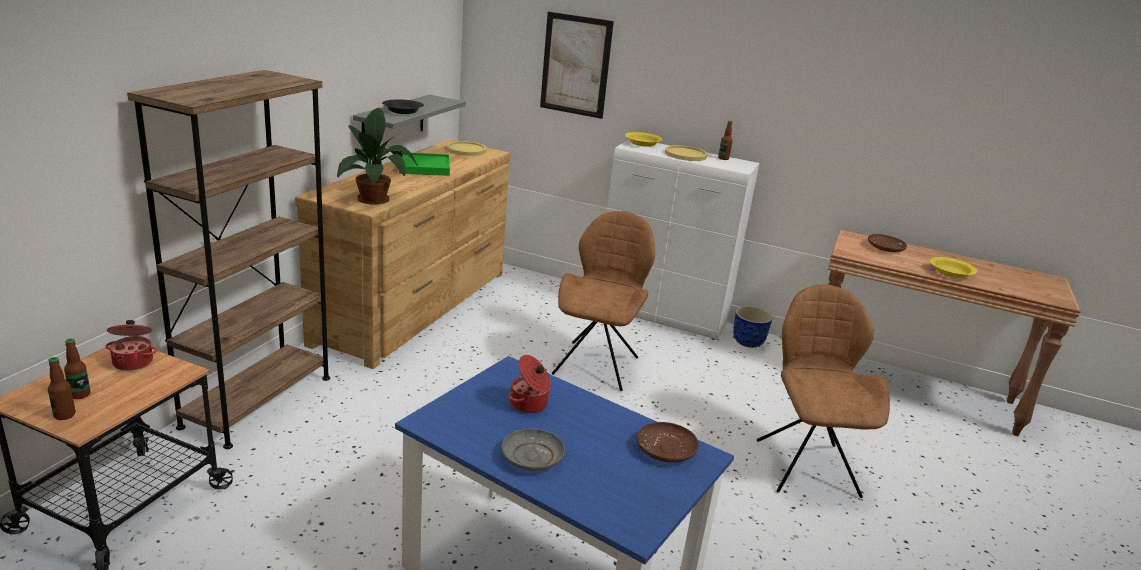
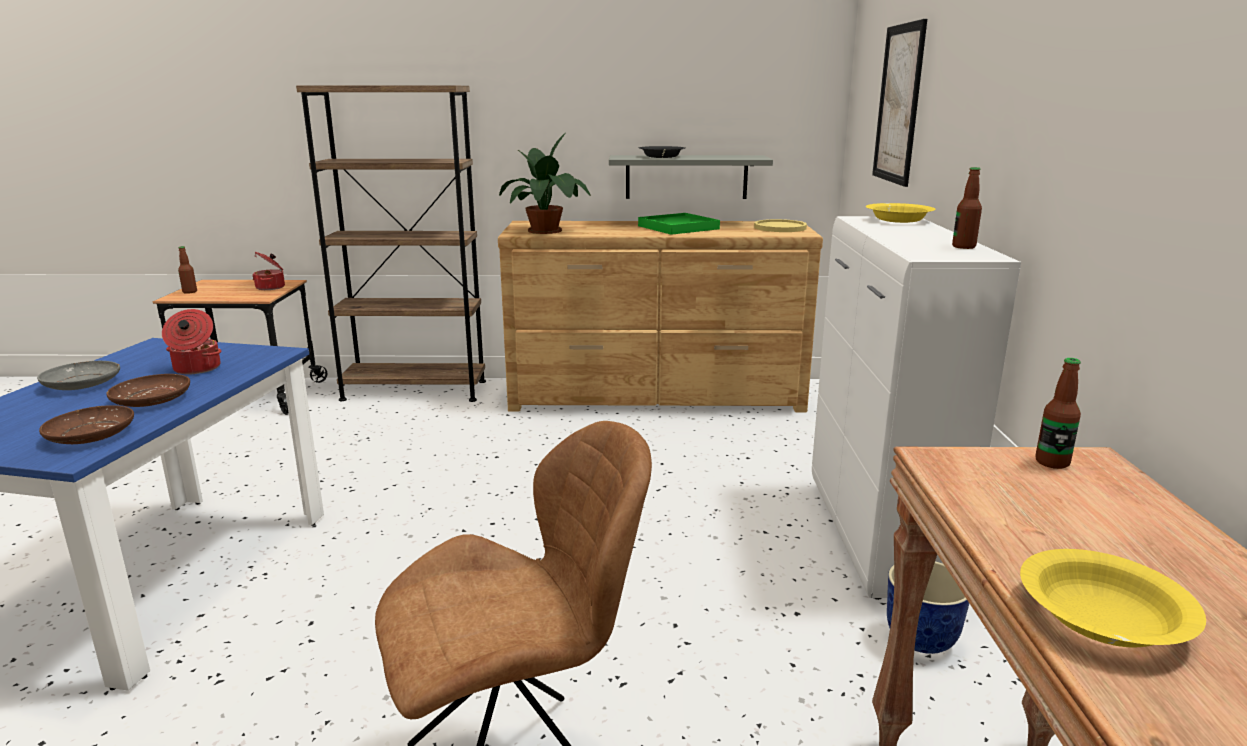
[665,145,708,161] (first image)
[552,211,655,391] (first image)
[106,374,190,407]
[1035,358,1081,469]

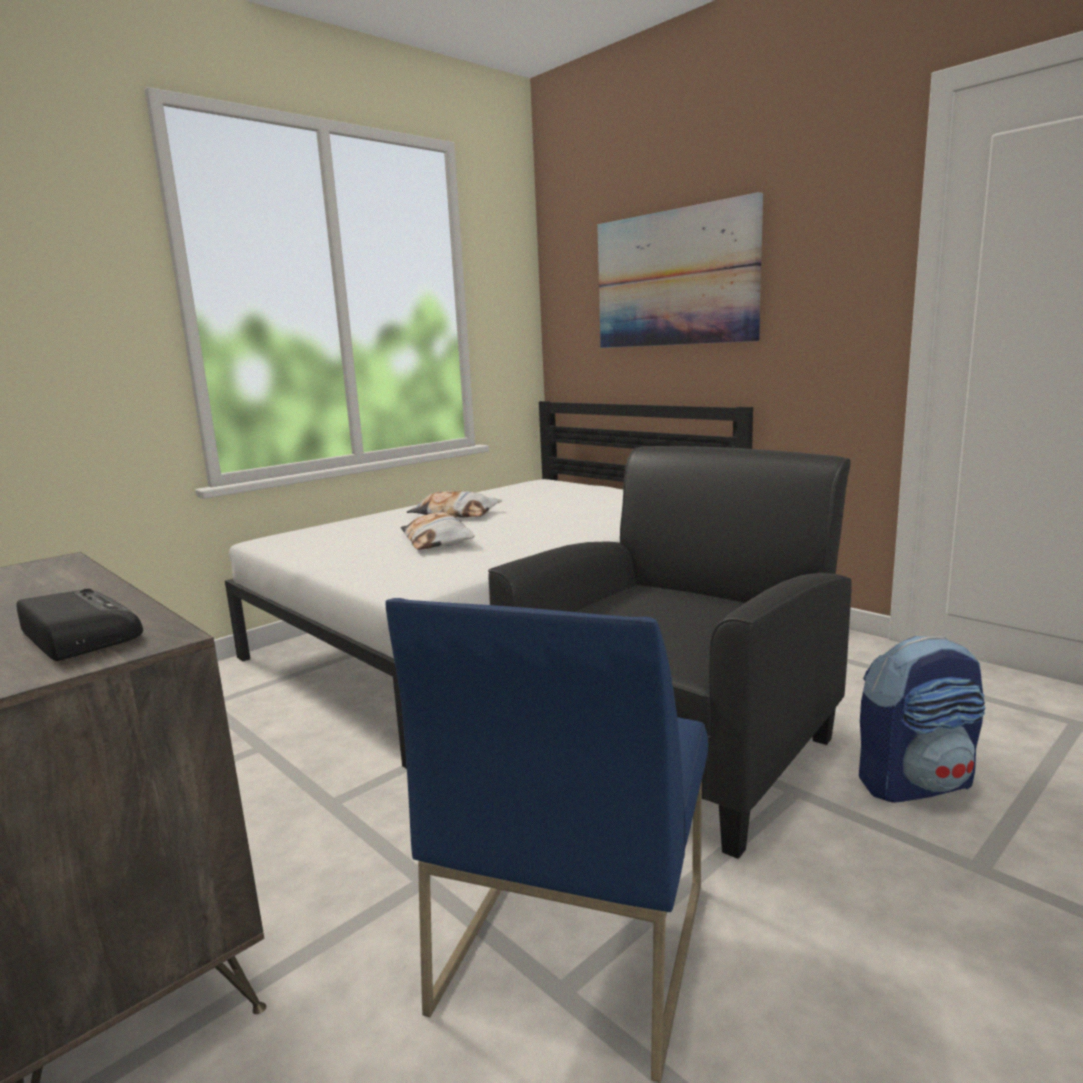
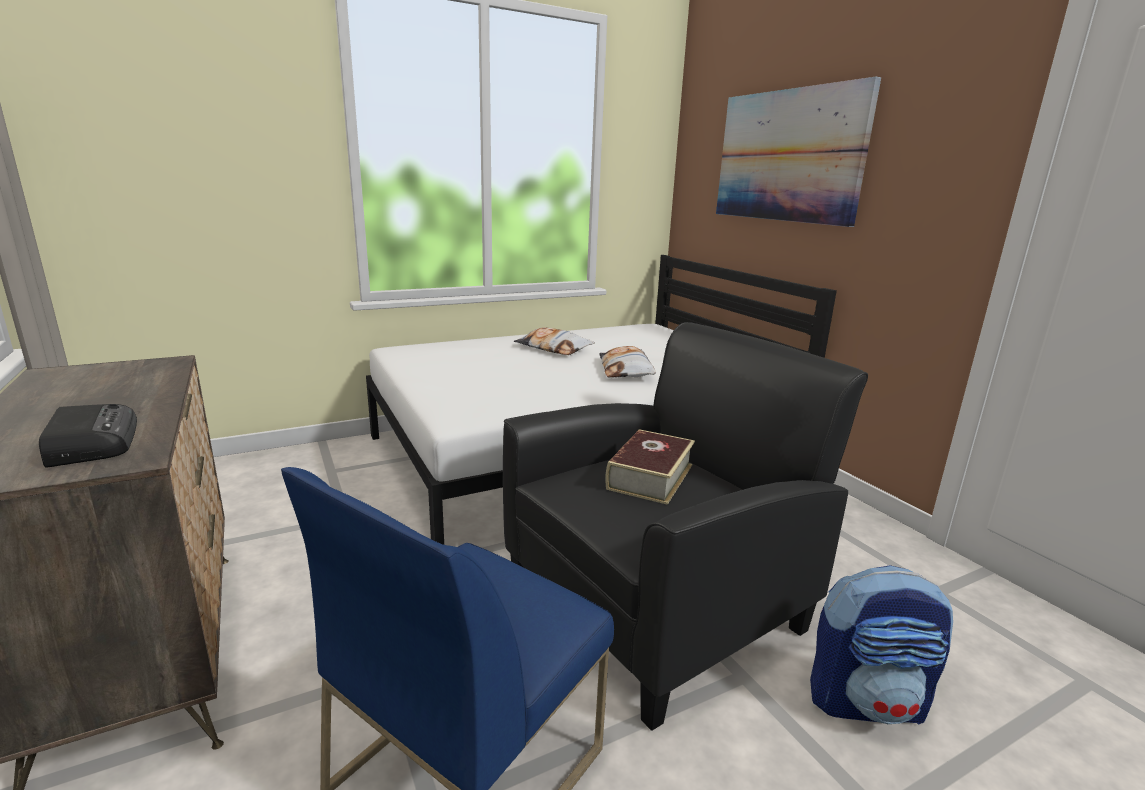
[599,346,656,377]
[605,429,695,505]

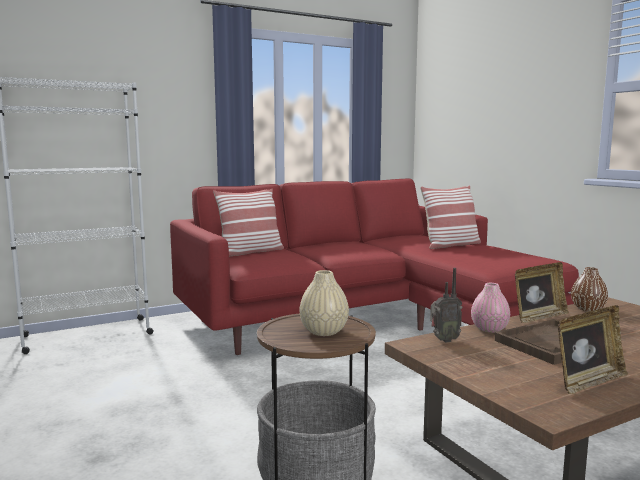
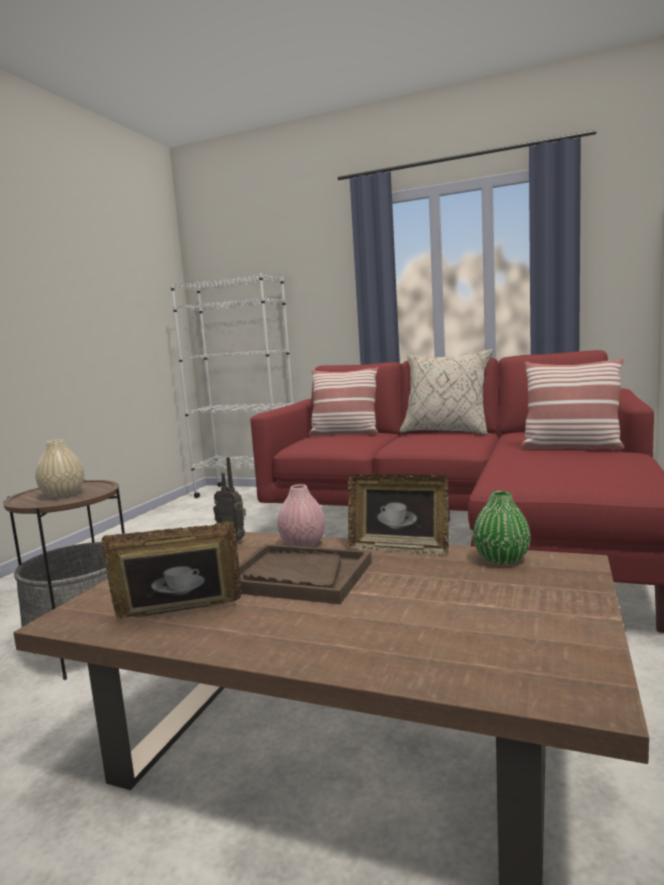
[473,491,531,565]
[102,522,241,619]
[400,349,493,435]

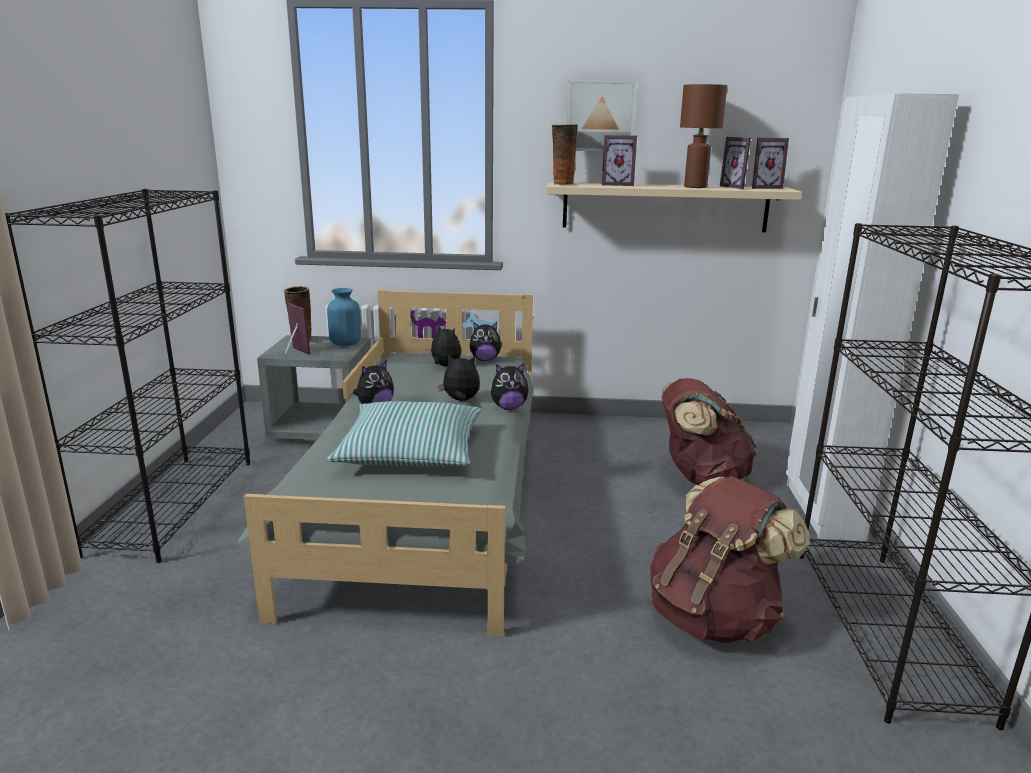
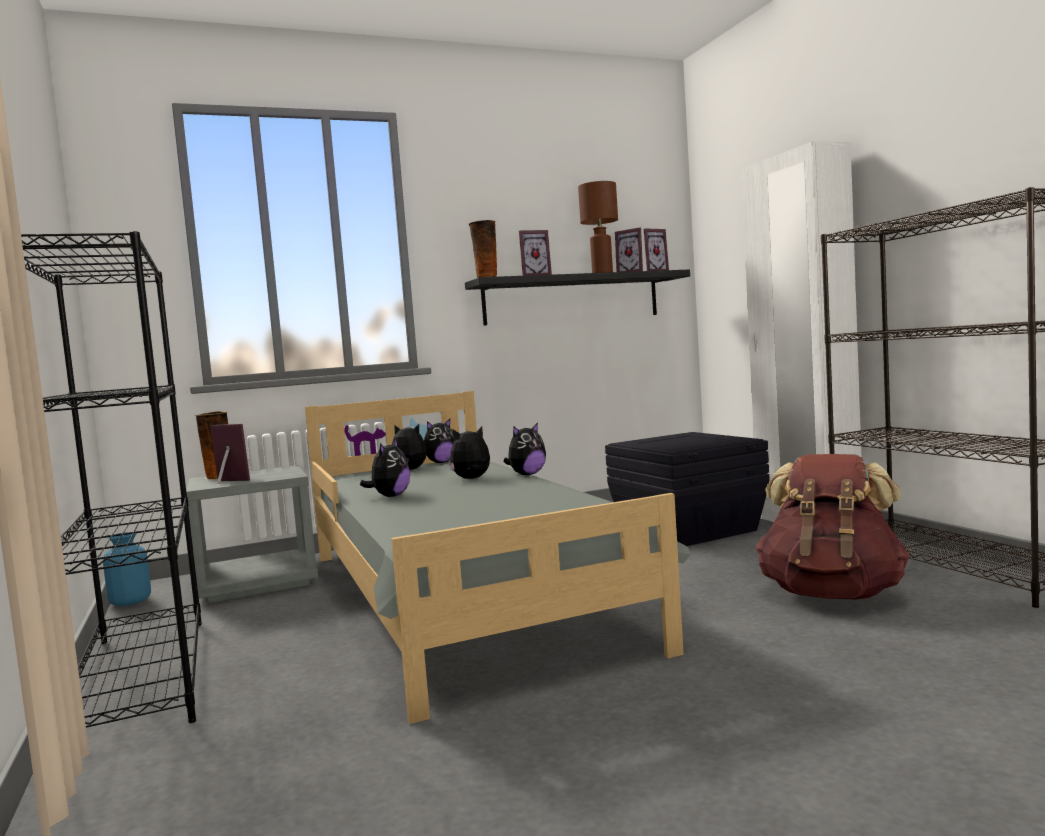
[567,80,637,151] (first image)
[465,269,690,326]
[103,532,151,606]
[605,432,770,546]
[327,401,482,467] (first image)

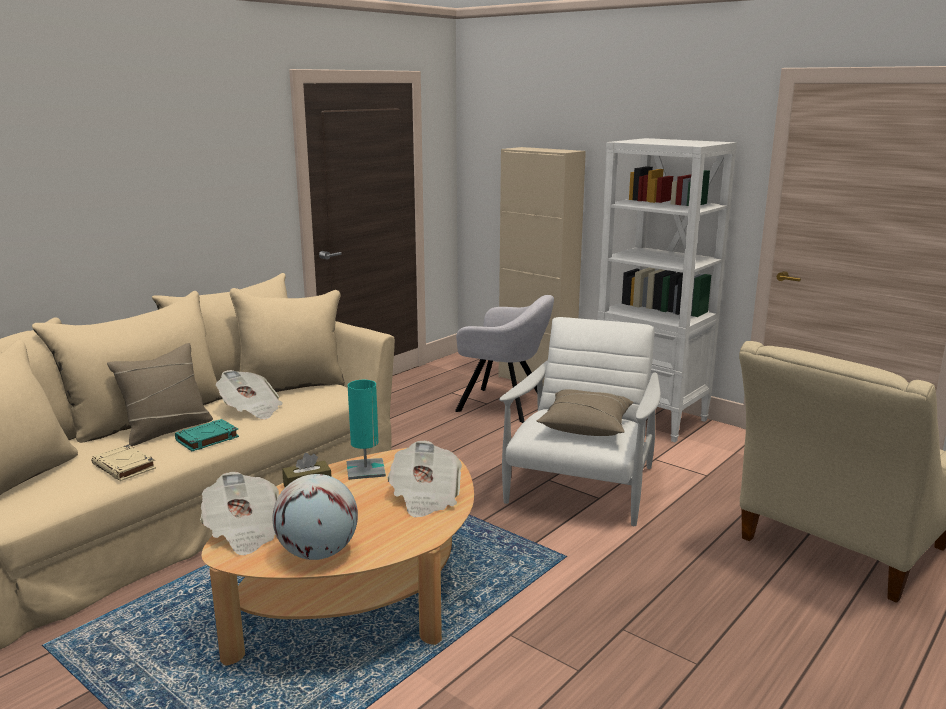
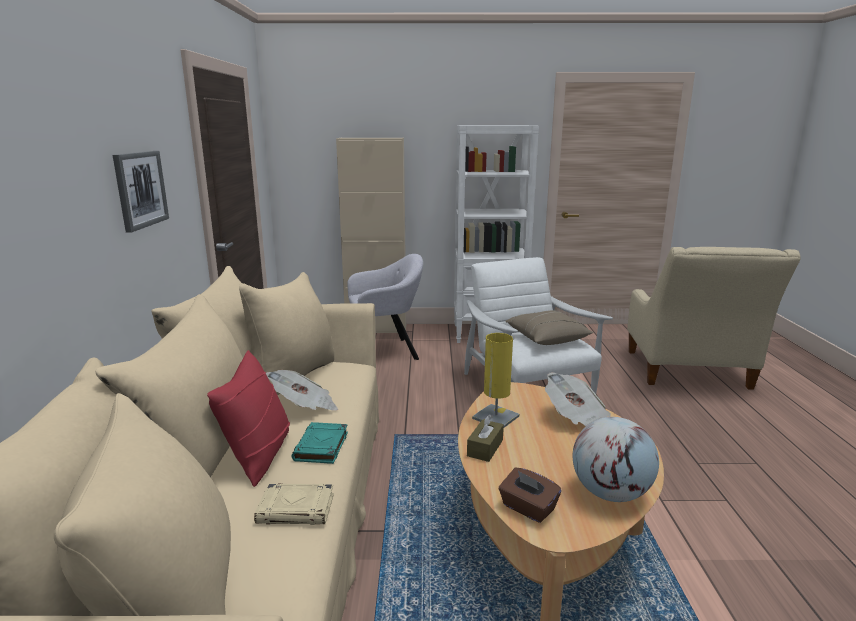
[207,350,290,487]
[472,333,520,428]
[499,468,561,523]
[113,151,169,233]

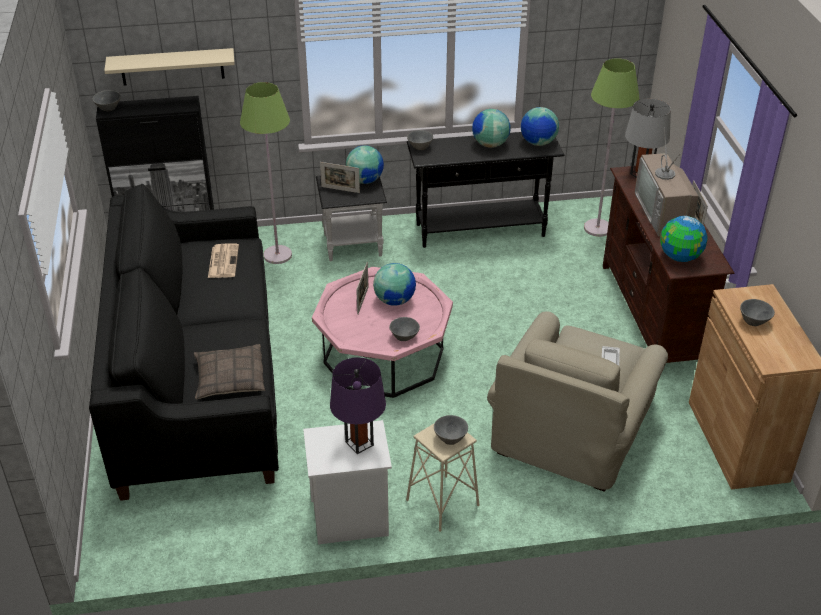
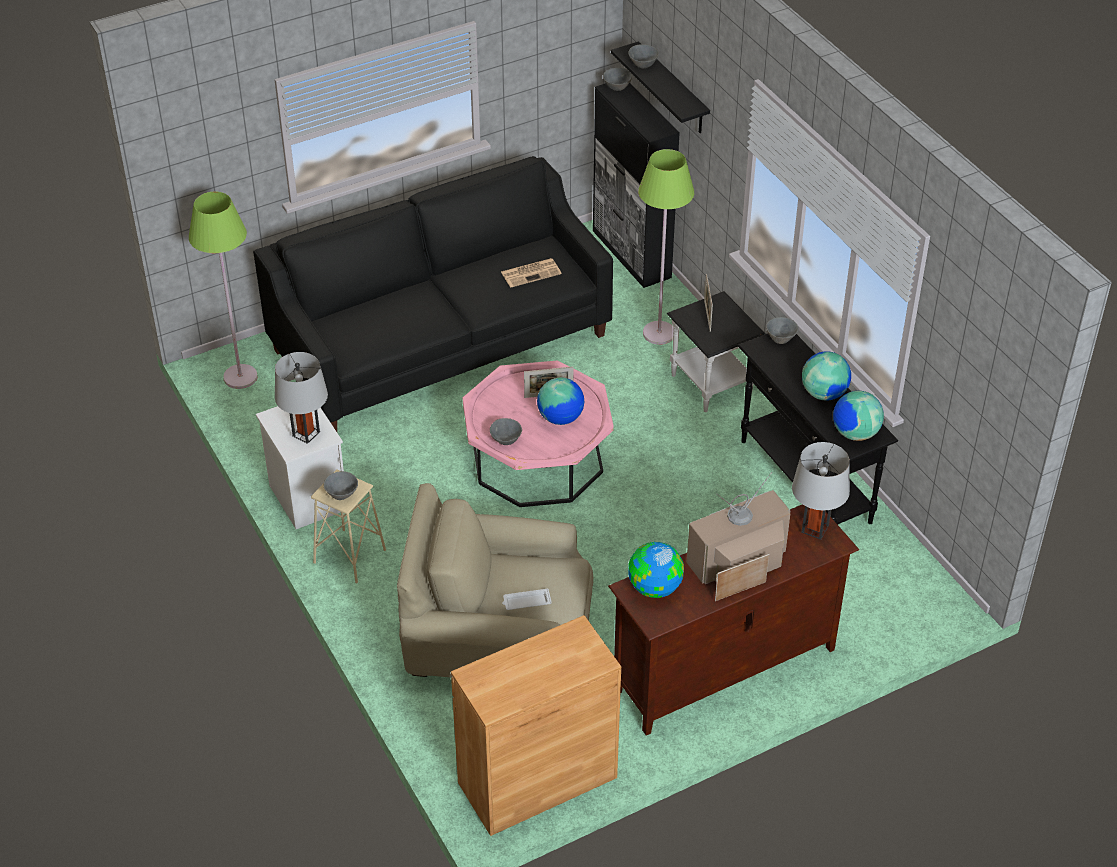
[611,41,710,133]
[189,192,257,389]
[346,145,384,184] (first image)
[628,44,659,68]
[194,344,265,399] (first image)
[275,352,328,444]

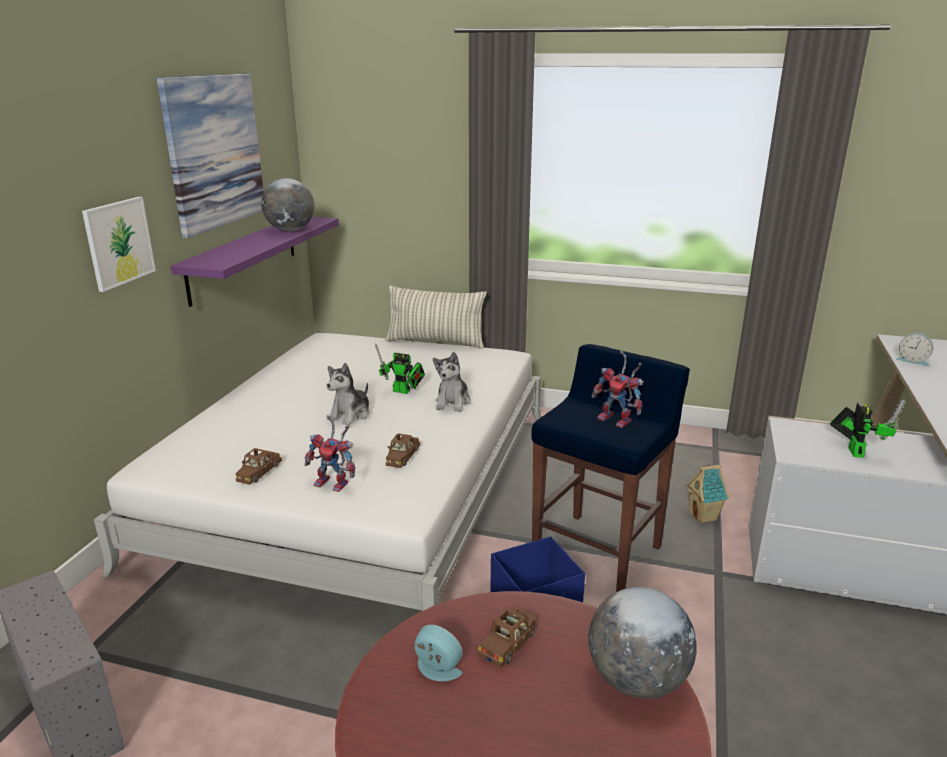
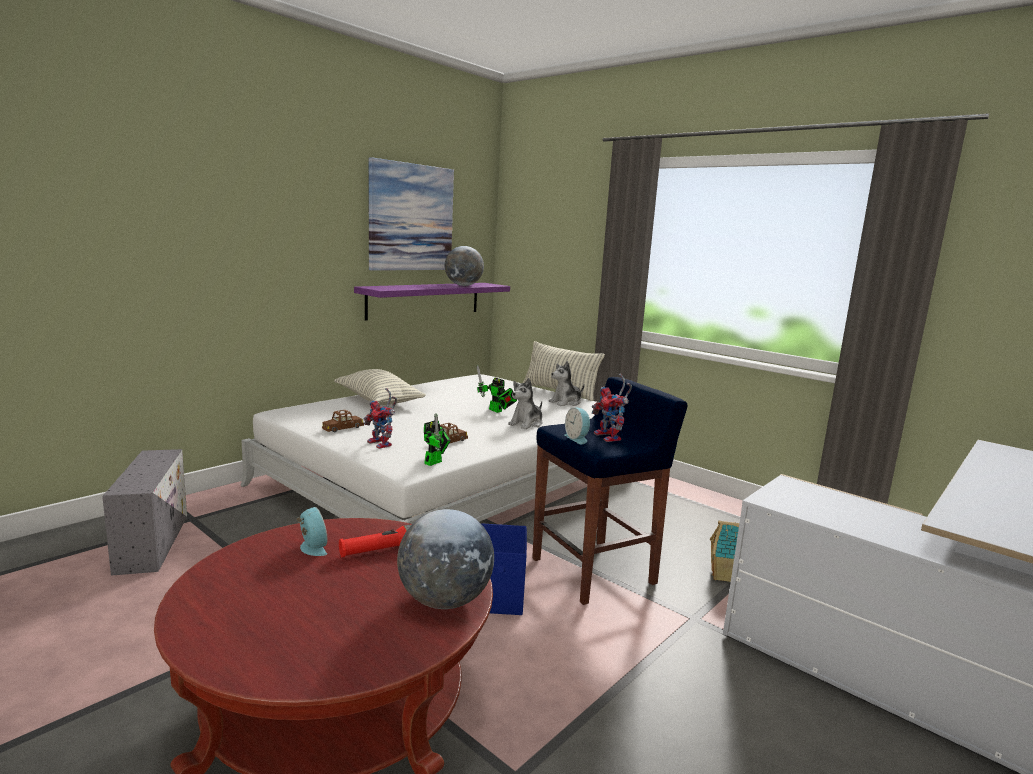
[82,197,156,292] (first image)
[565,407,590,444]
[549,361,585,406]
[424,413,451,466]
[339,525,411,558]
[334,369,426,405]

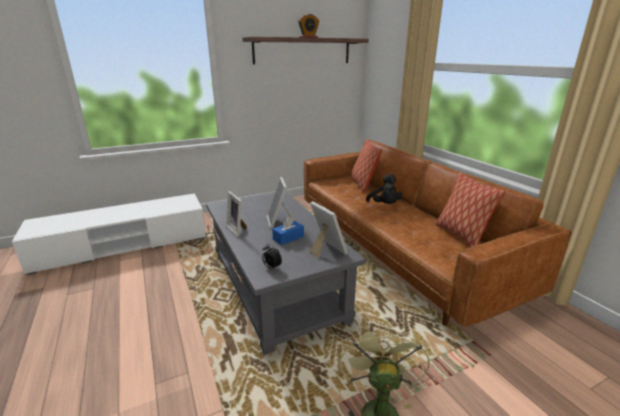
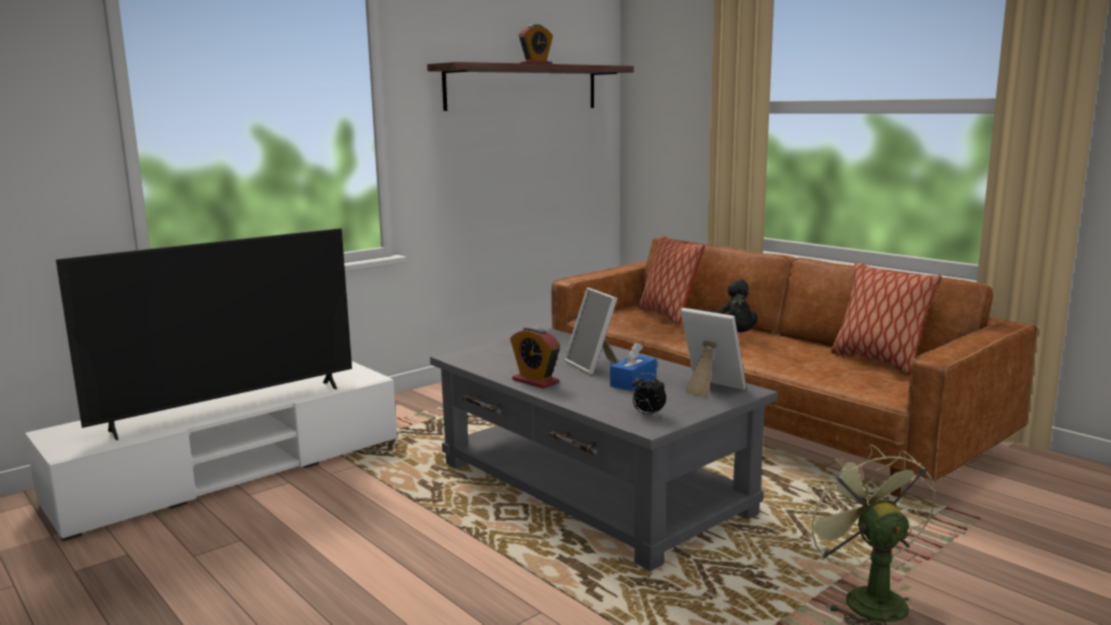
[510,326,560,389]
[56,228,352,440]

